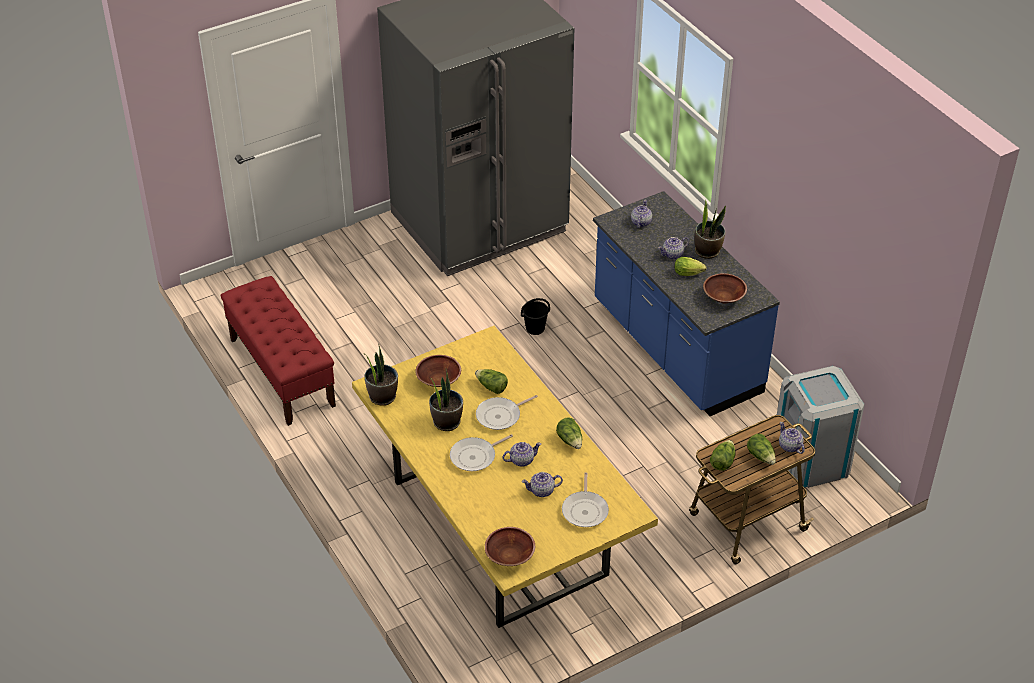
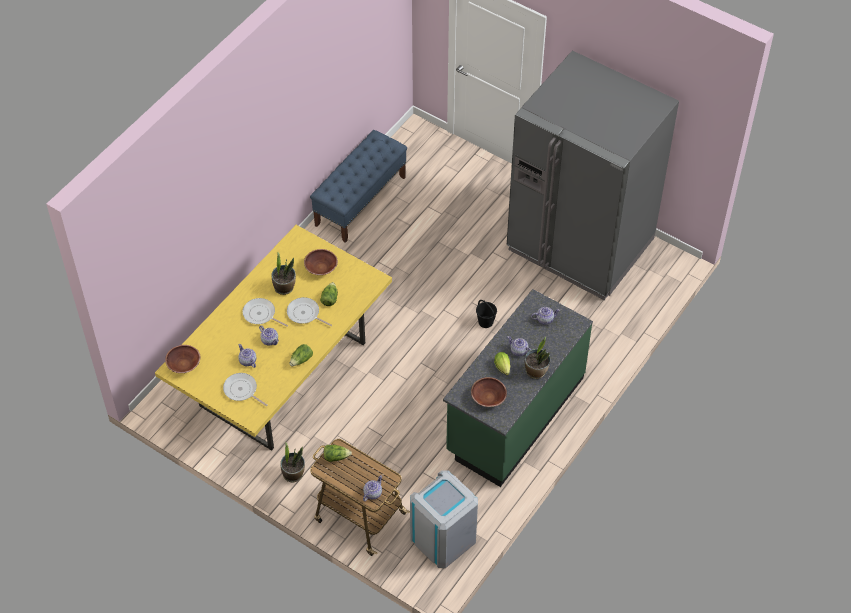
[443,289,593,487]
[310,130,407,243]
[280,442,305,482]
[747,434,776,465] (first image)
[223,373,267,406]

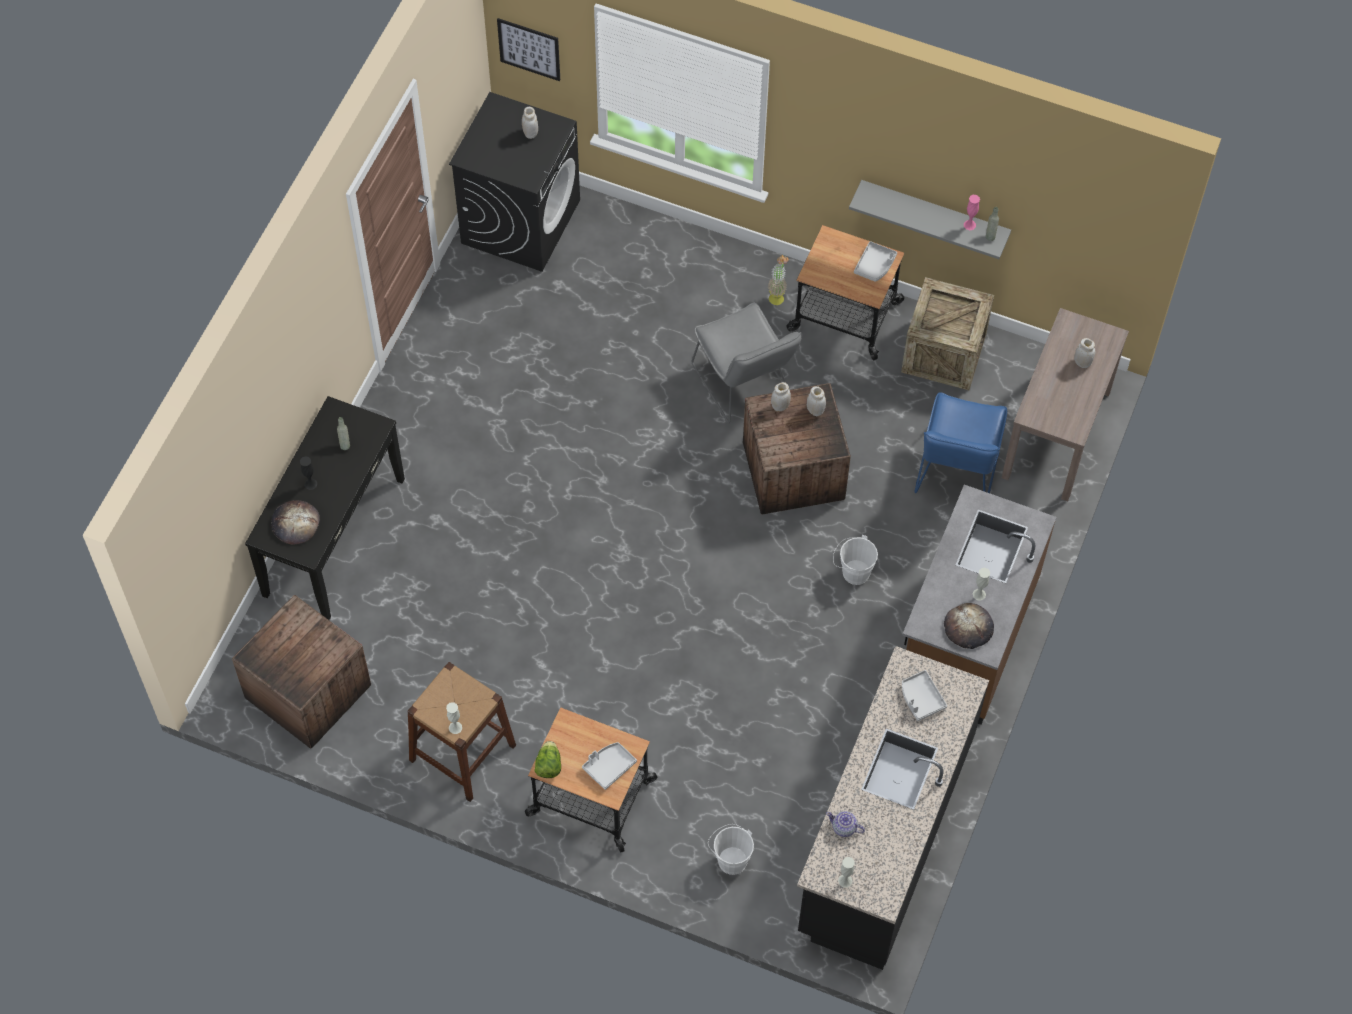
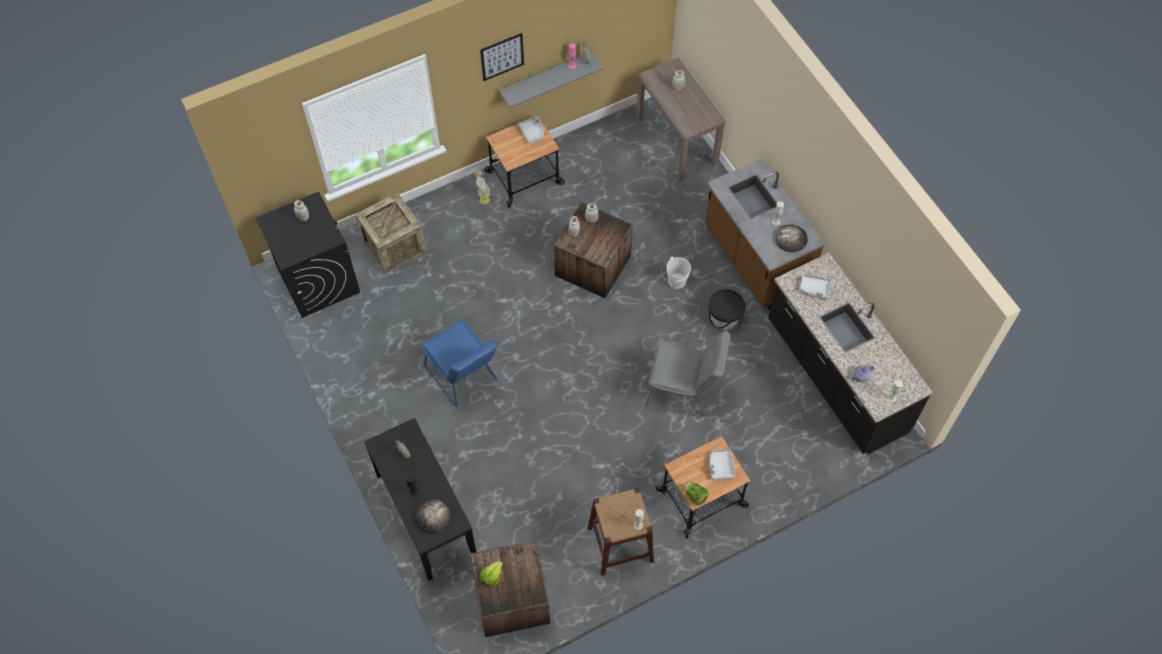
[480,33,524,81]
[355,192,426,274]
[646,330,731,417]
[421,319,498,407]
[708,824,754,875] (first image)
[708,289,745,330]
[480,561,503,587]

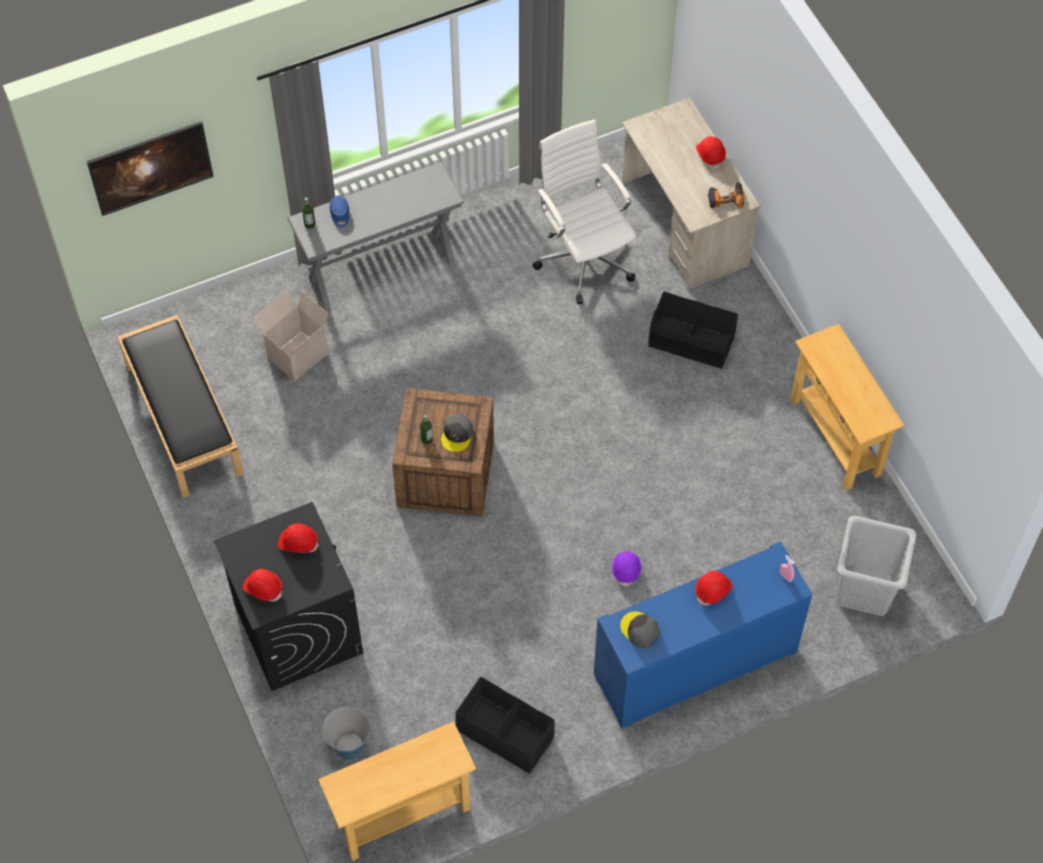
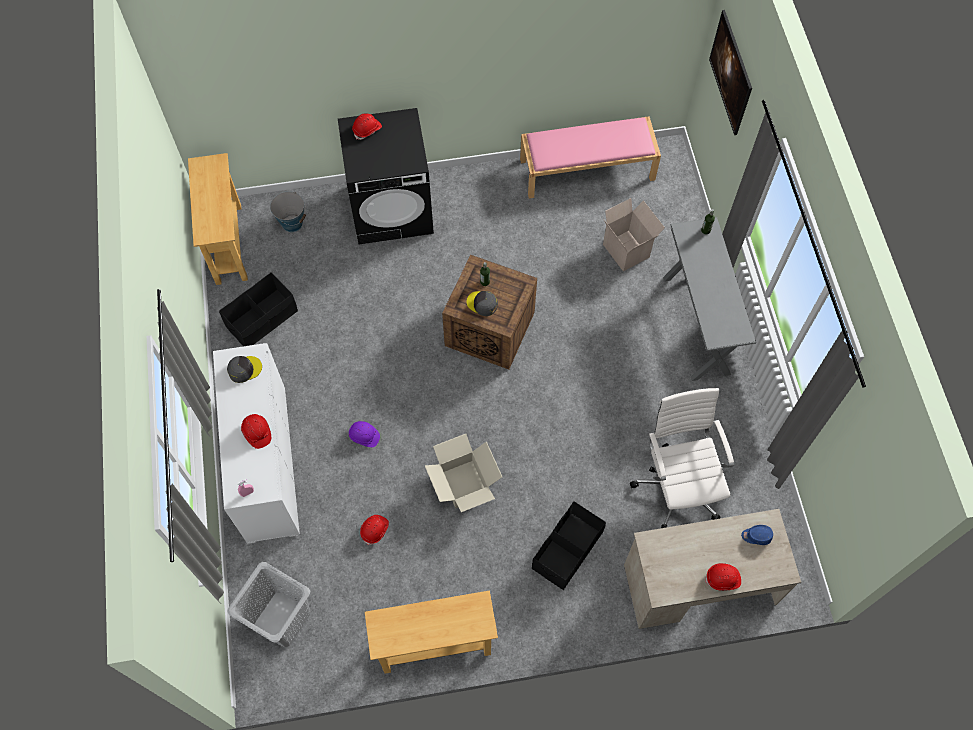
[630,388,734,528]
[708,182,744,208] (first image)
[741,525,773,545]
[520,116,661,198]
[360,515,389,545]
[213,343,300,544]
[425,434,502,512]

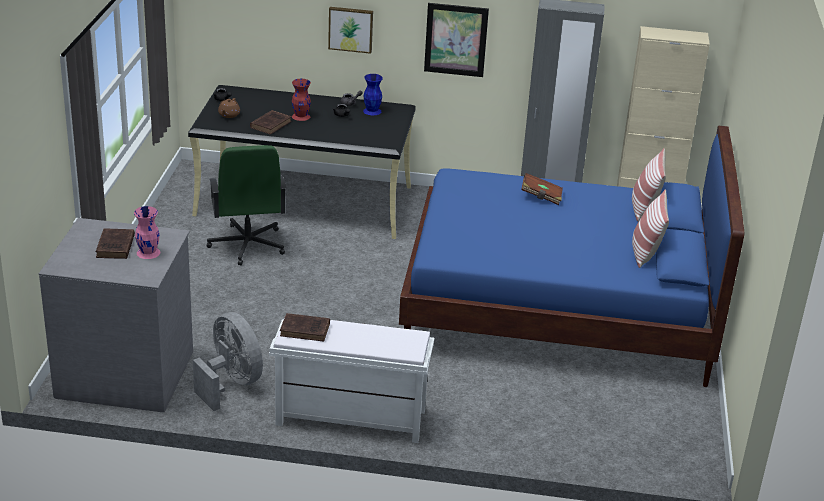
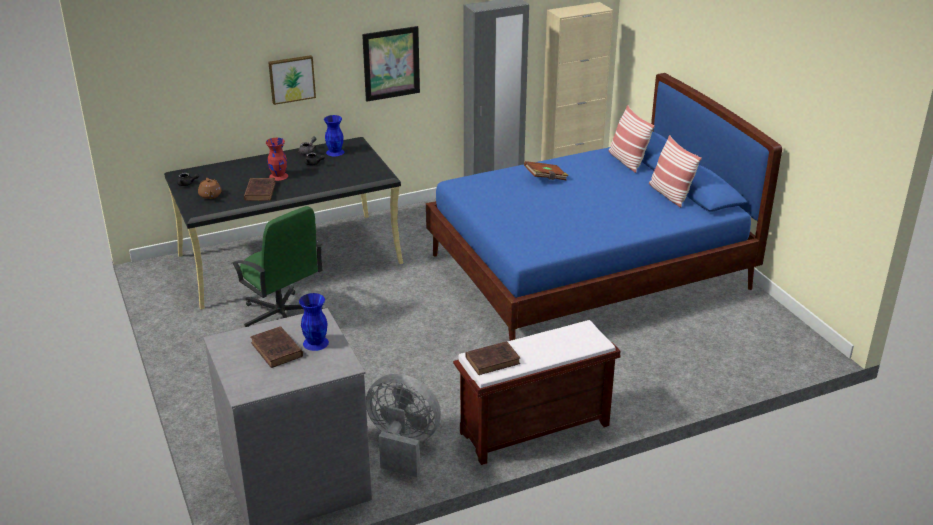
[299,293,329,351]
[453,320,621,465]

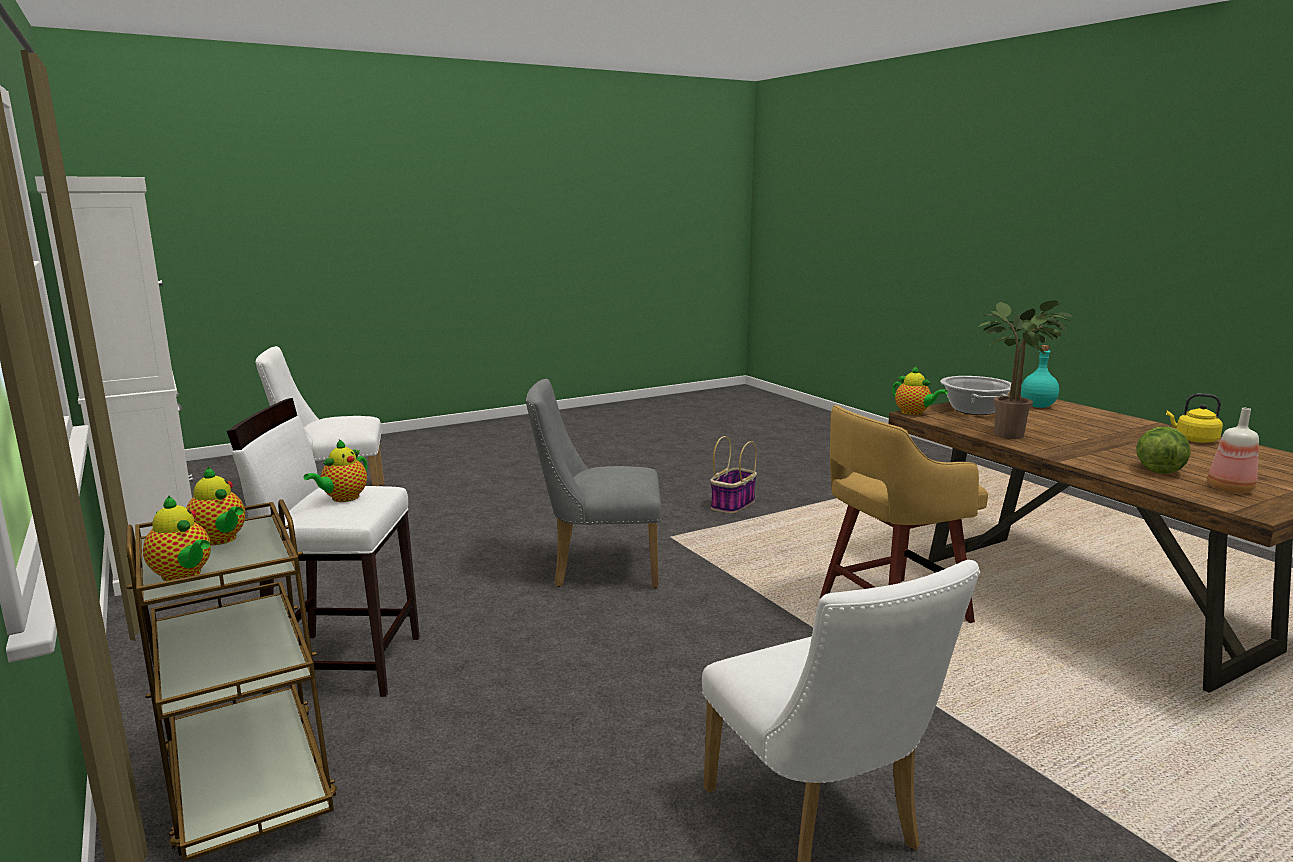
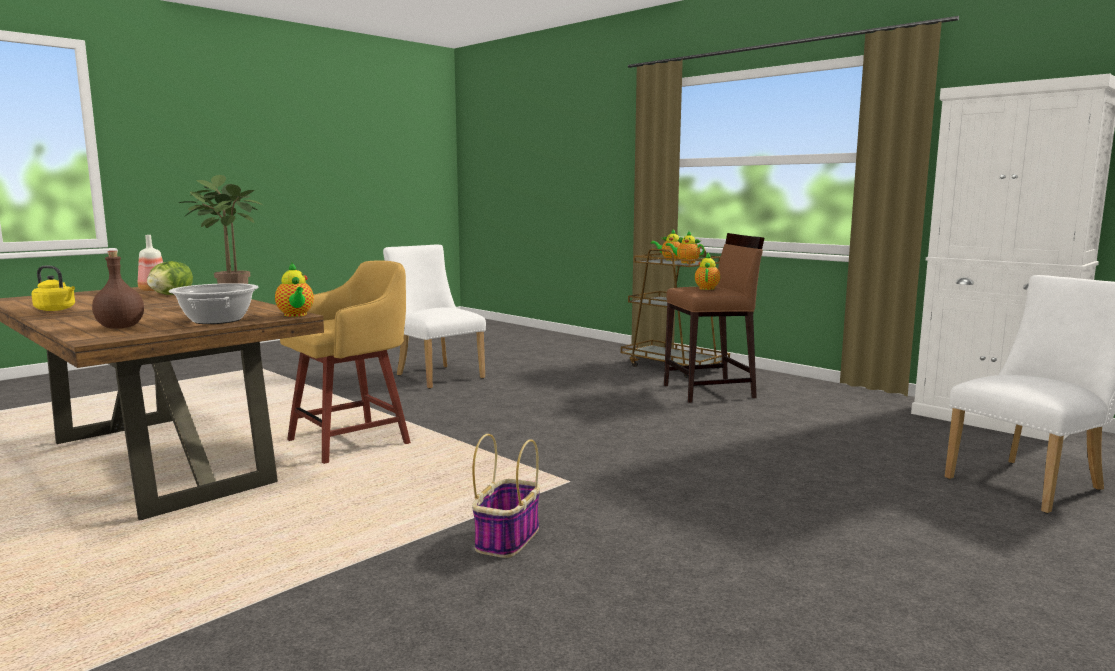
[92,251,144,329]
[275,263,314,317]
[526,379,661,588] (first image)
[664,233,764,403]

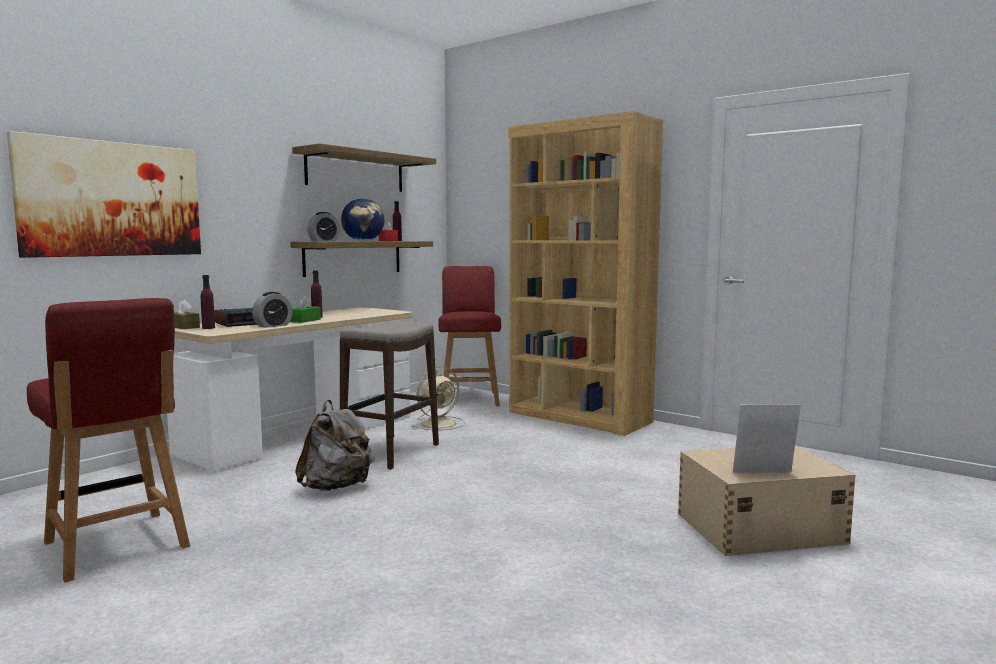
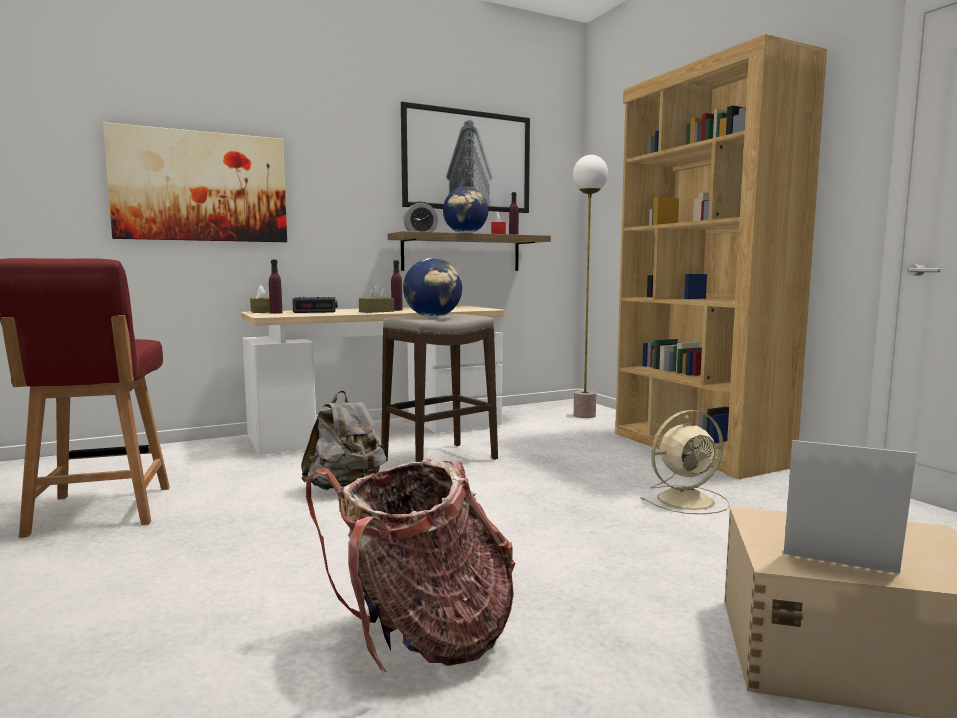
[401,102,530,213]
[573,155,608,418]
[252,292,292,328] (first image)
[359,285,394,313]
[640,410,730,514]
[403,258,462,318]
[306,458,515,674]

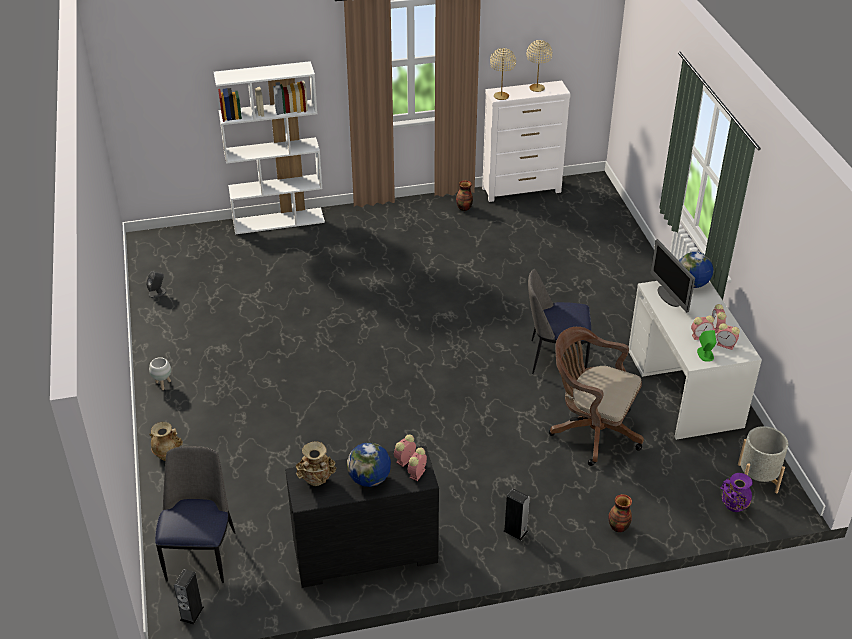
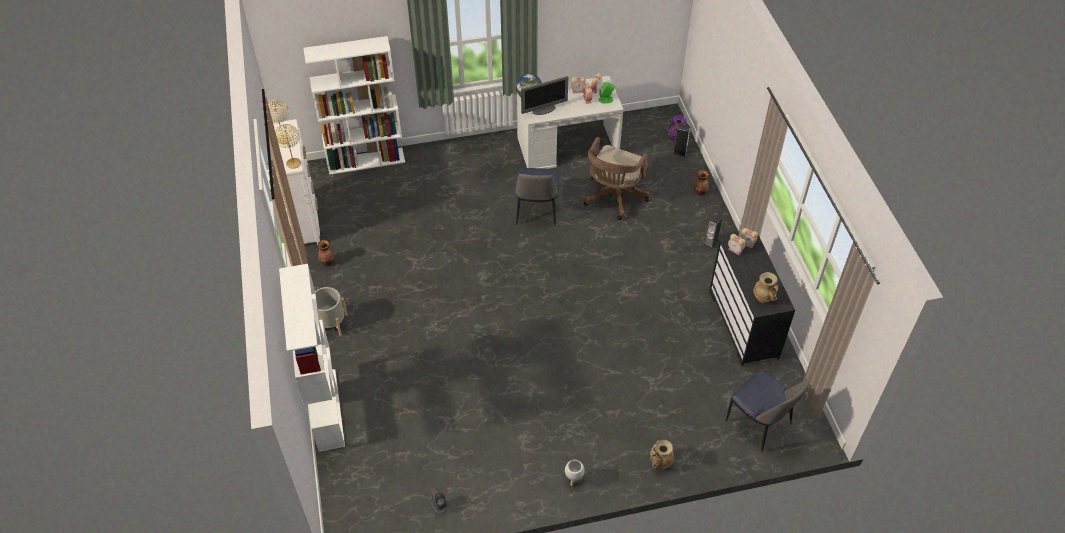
[315,287,347,336]
[347,442,391,487] (first image)
[726,371,809,452]
[673,124,691,157]
[304,36,405,175]

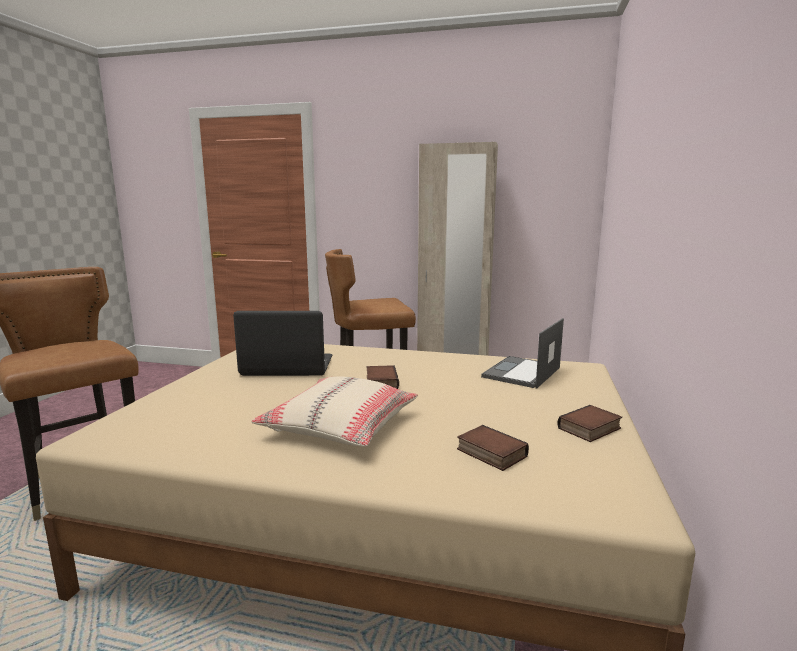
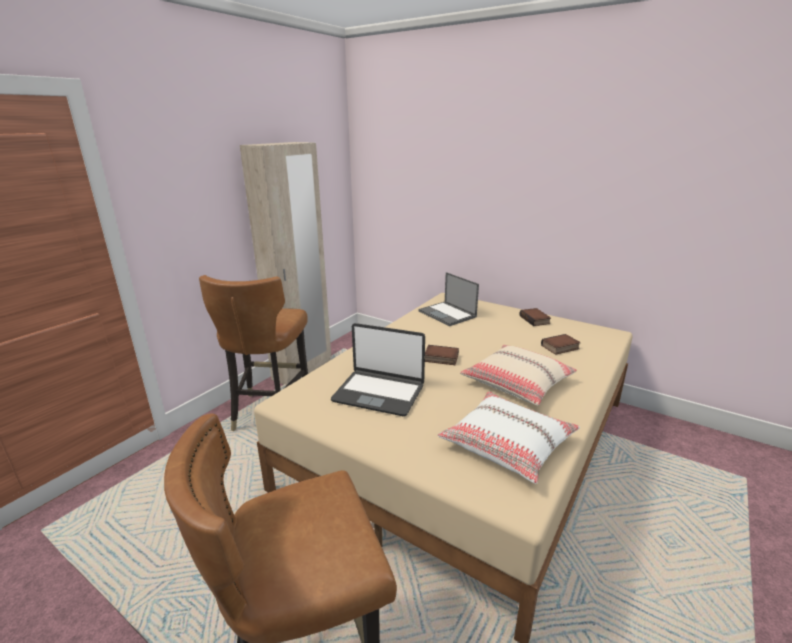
[331,323,425,416]
[438,392,580,484]

